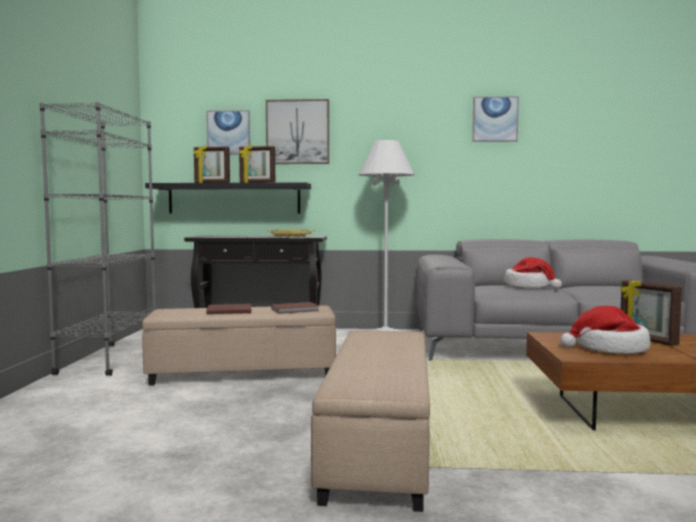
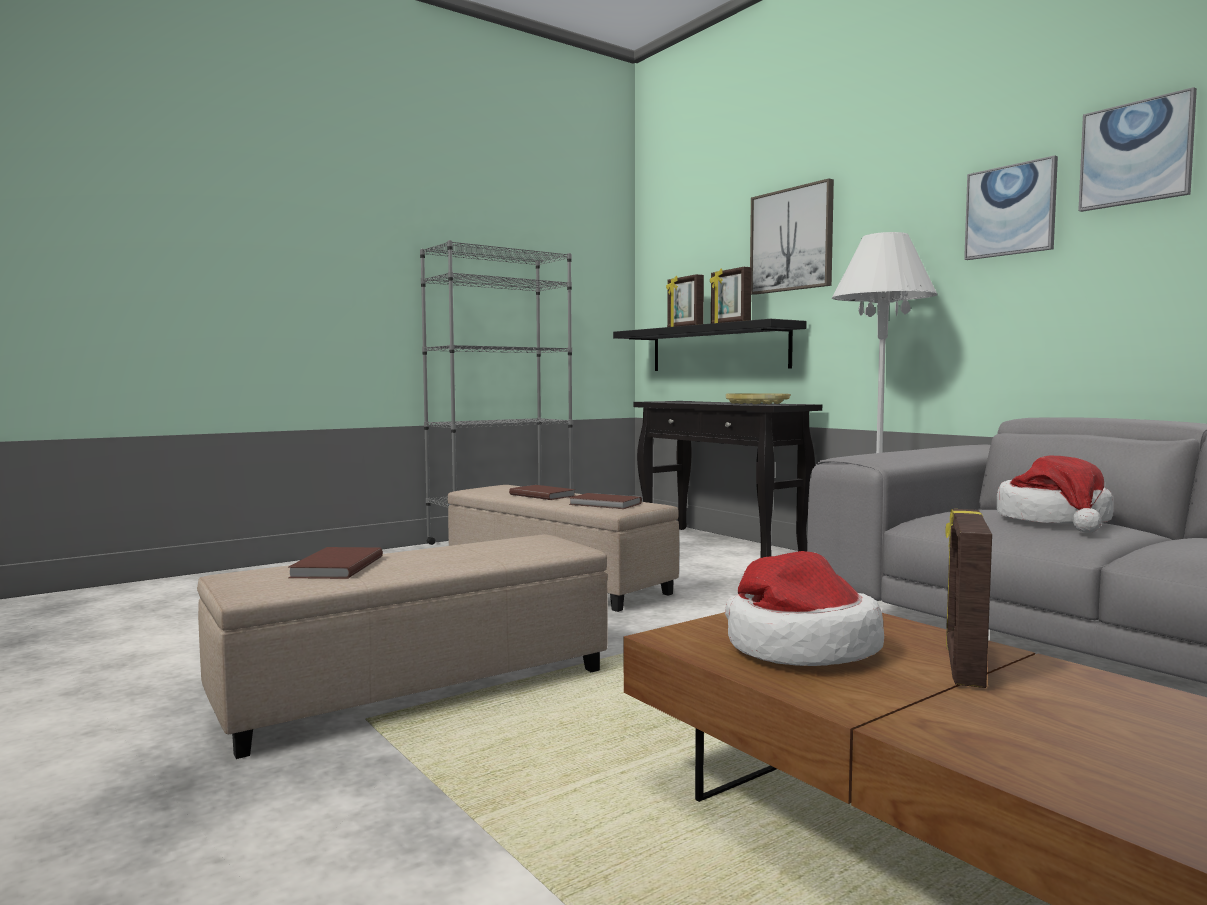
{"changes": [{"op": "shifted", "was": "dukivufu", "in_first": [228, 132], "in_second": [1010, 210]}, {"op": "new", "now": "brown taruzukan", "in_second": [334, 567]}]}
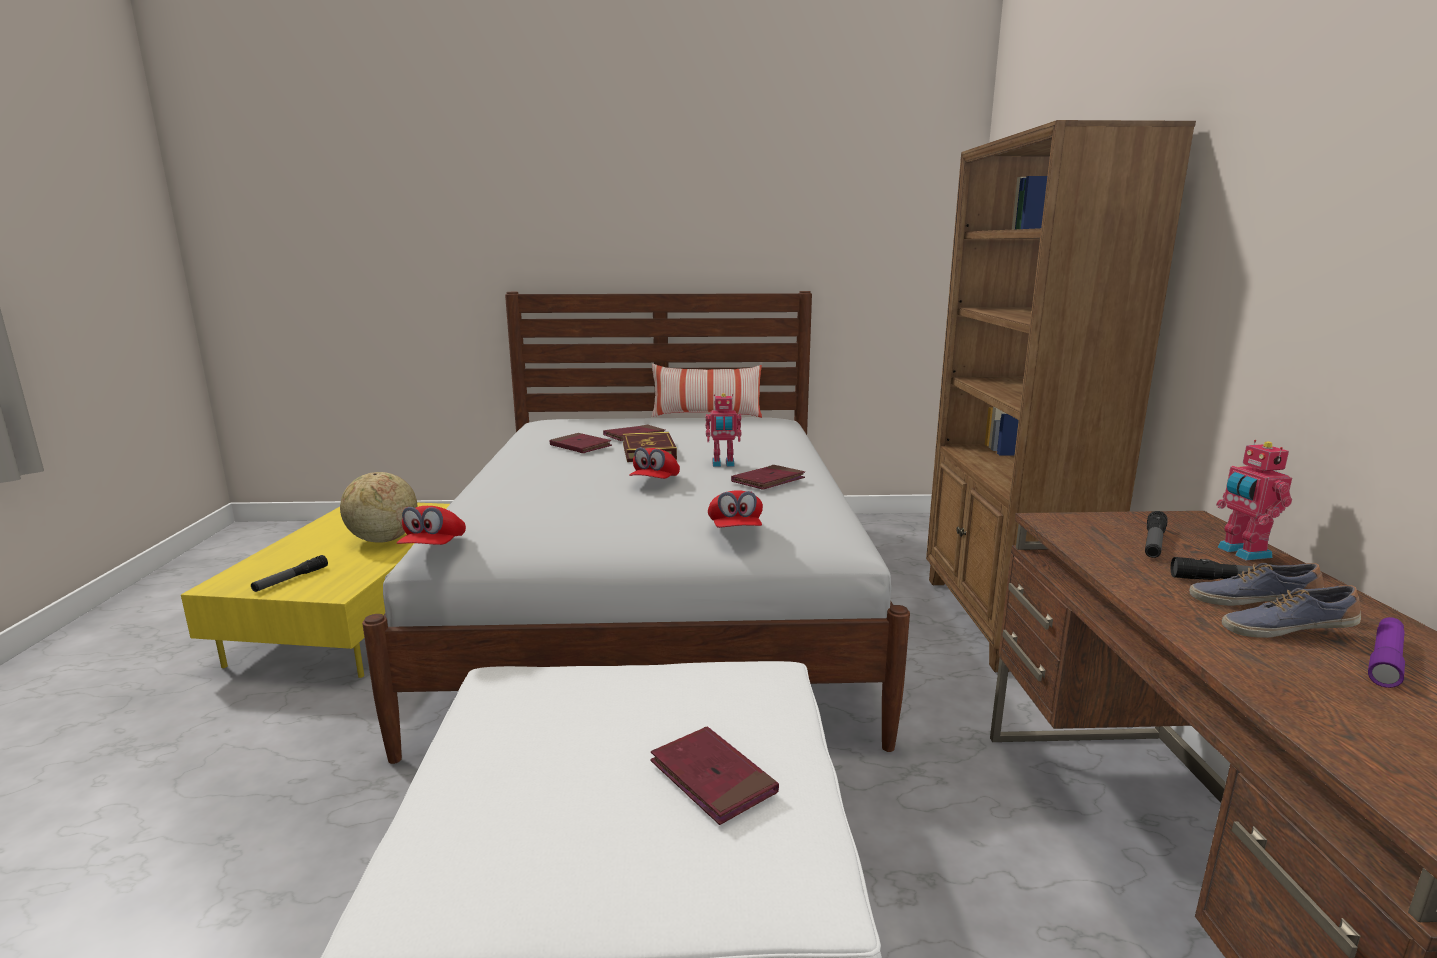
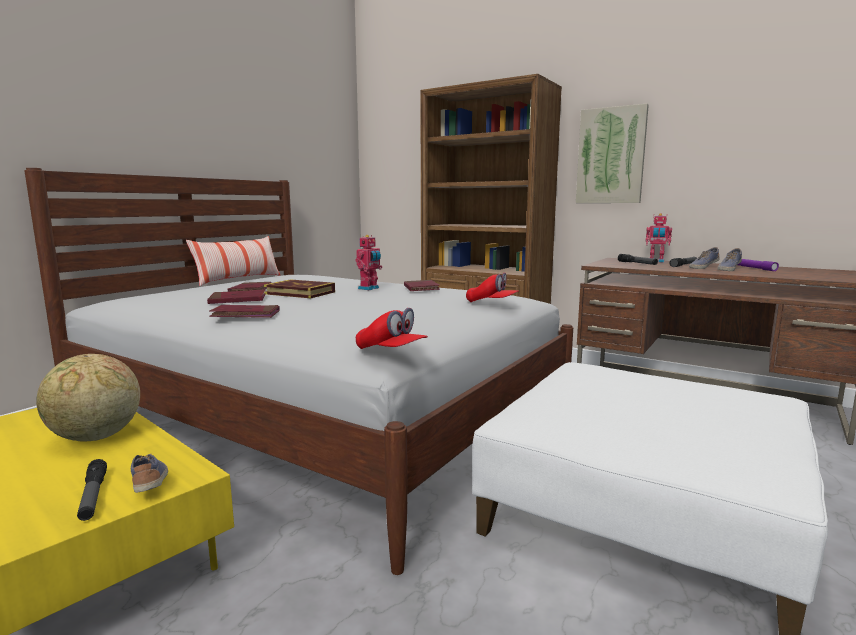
{"changes": [{"op": "gone", "was": "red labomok", "in_first": [655, 482]}, {"op": "shifted", "was": "red taruzukan", "in_first": [712, 778], "in_second": [246, 315]}, {"op": "new", "now": "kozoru", "in_second": [151, 483]}, {"op": "new", "now": "dukivufu", "in_second": [611, 156]}]}
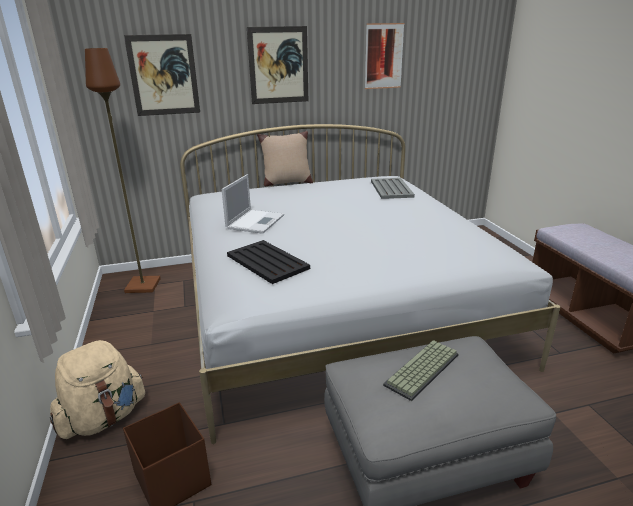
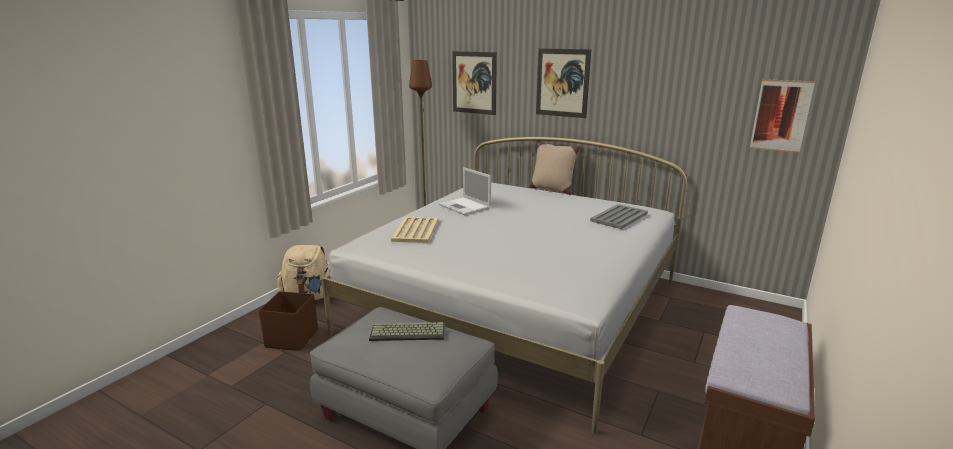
{"changes": [{"op": "rotated", "was": "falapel", "in_first": [256, 221], "in_second": [465, 206], "clockwise": 75}, {"op": "repainted", "was": "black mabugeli", "now": "beige mabugeli", "in_first": [267, 262], "in_second": [415, 230]}, {"op": "shifted", "was": "dukivufu", "in_first": [383, 56], "in_second": [780, 116]}]}
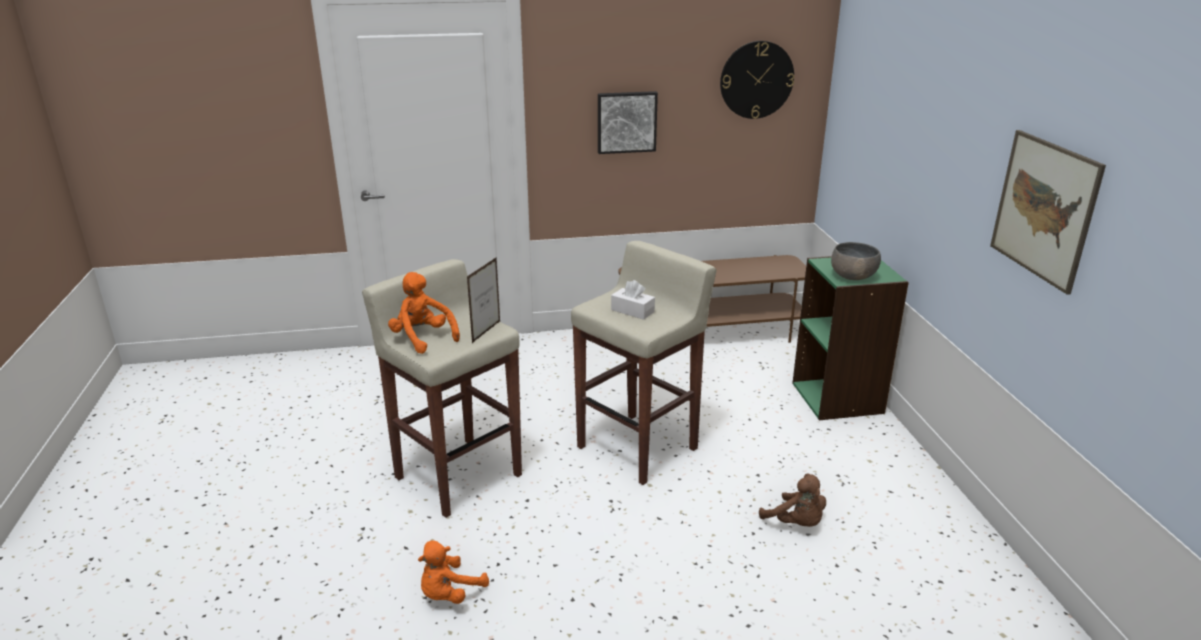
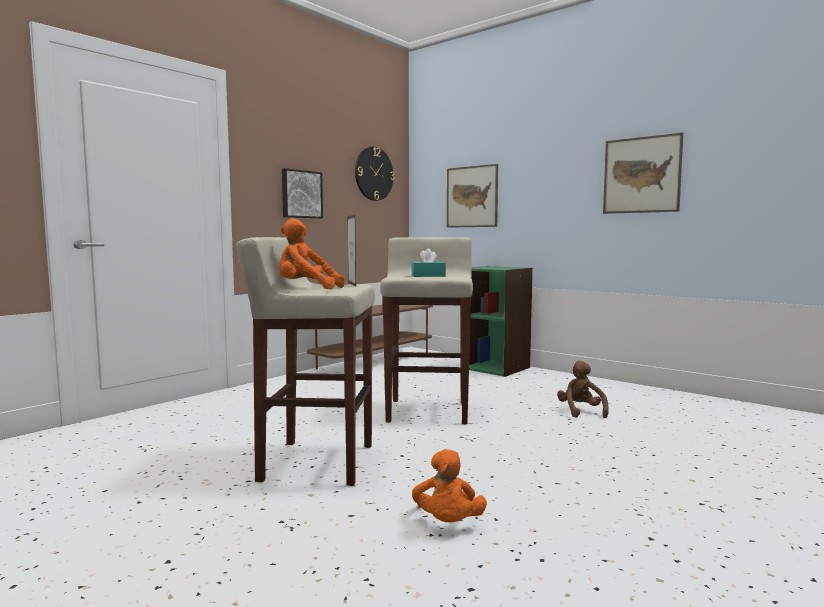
{"changes": [{"op": "repainted", "was": "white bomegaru", "now": "turquoise bomegaru", "in_first": [632, 311], "in_second": [428, 276]}, {"op": "rotated", "was": "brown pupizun", "in_first": [796, 523], "in_second": [581, 411], "clockwise": -105}, {"op": "gone", "was": "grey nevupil", "in_first": [852, 276]}, {"op": "new", "now": "dukivufu", "in_second": [472, 197]}]}
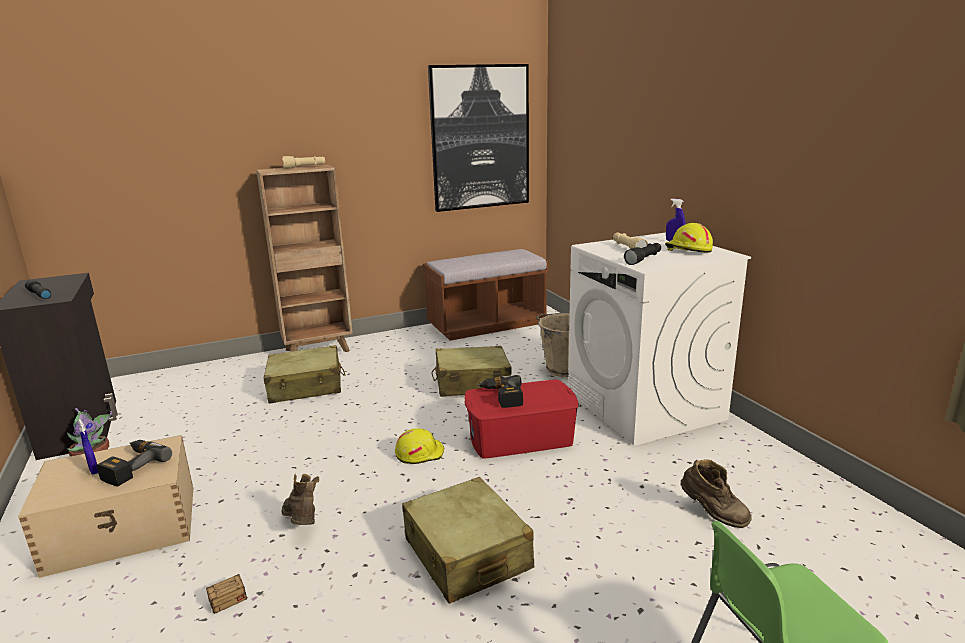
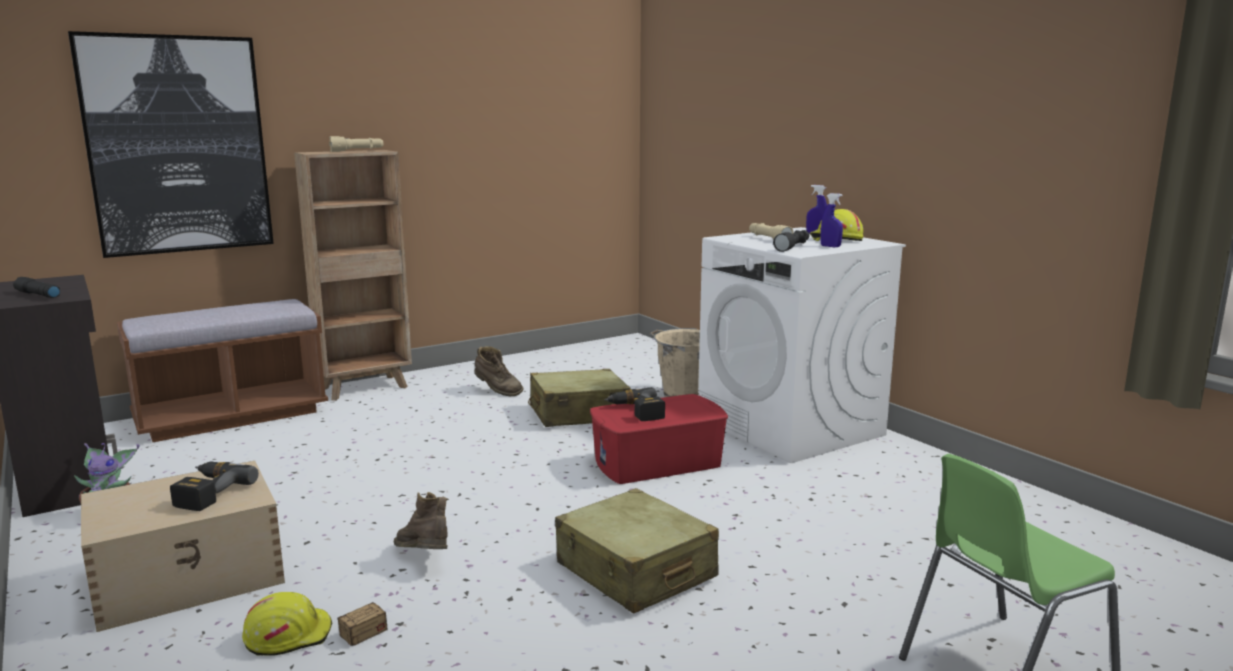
{"changes": [{"op": "shifted", "was": "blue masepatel", "in_first": [94, 470], "in_second": [830, 246]}, {"op": "gone", "was": "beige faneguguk", "in_first": [306, 386]}, {"op": "shifted", "was": "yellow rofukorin", "in_first": [419, 453], "in_second": [288, 635]}, {"op": "shifted", "was": "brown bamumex", "in_first": [487, 325], "in_second": [231, 416]}, {"op": "shifted", "was": "dukivufu", "in_first": [480, 138], "in_second": [178, 145]}, {"op": "shifted", "was": "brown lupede", "in_first": [712, 514], "in_second": [497, 391]}]}
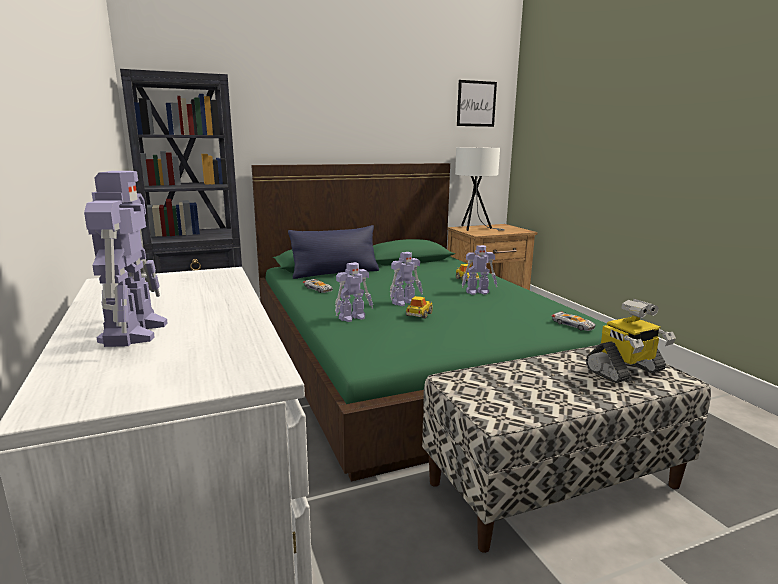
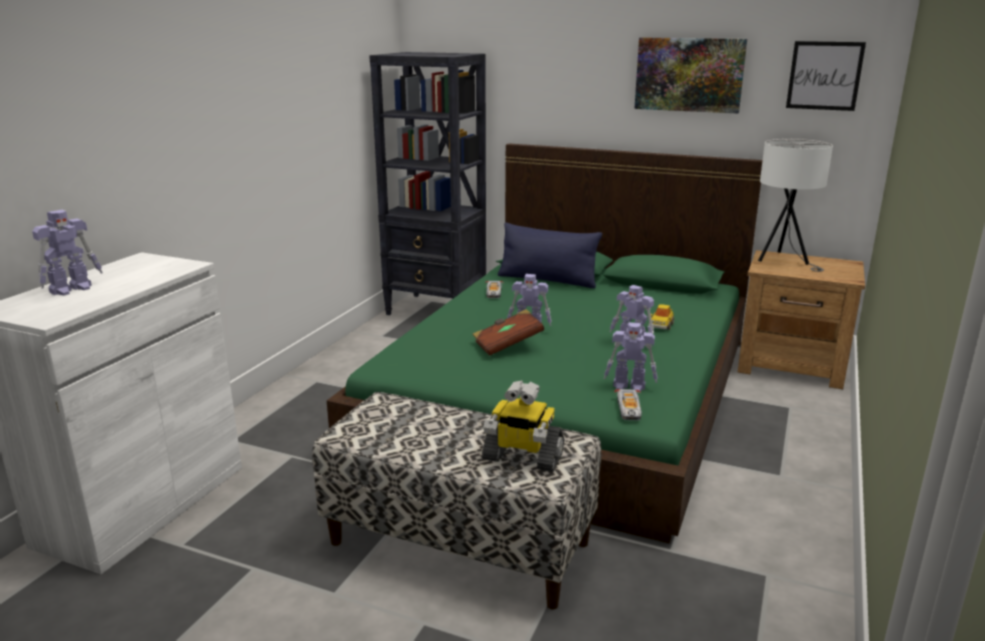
{"changes": [{"op": "shifted", "was": "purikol", "in_first": [353, 317], "in_second": [630, 386]}, {"op": "swapped", "was": "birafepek", "now": "brown taruzukan", "in_first": [419, 314], "in_second": [507, 344]}, {"op": "new", "now": "dukivufu", "in_second": [689, 74]}]}
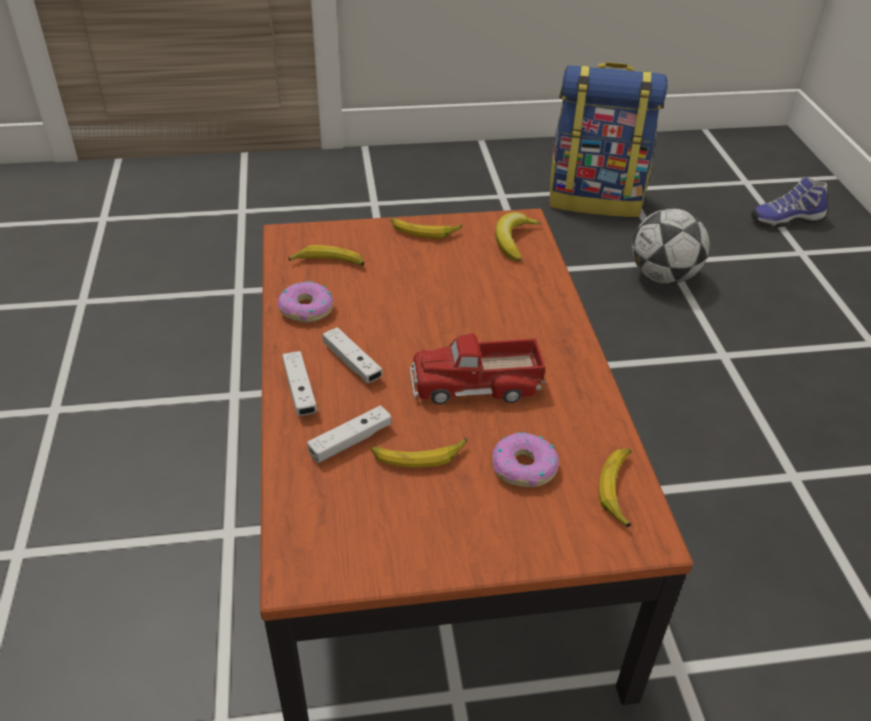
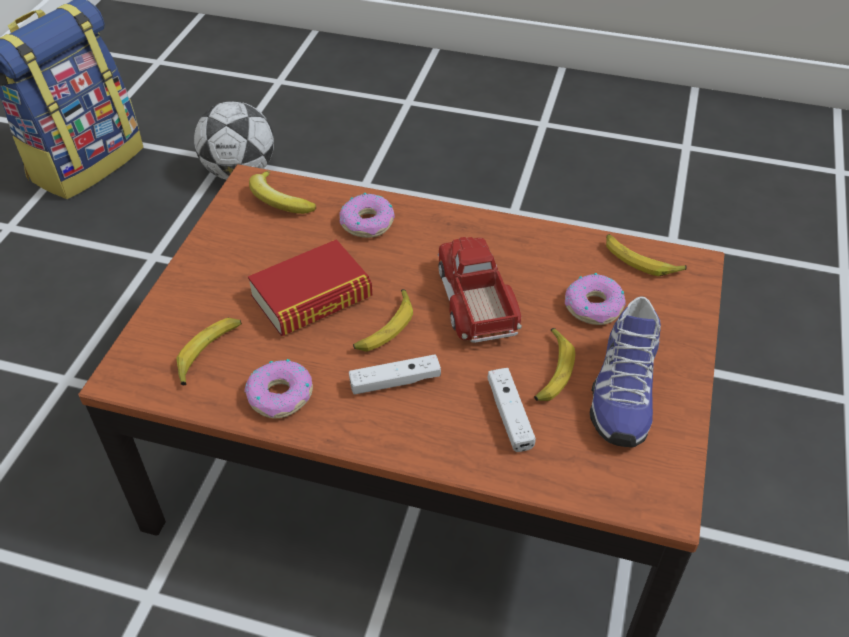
{"changes": [{"op": "gone", "was": "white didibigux", "in_first": [300, 391]}, {"op": "shifted", "was": "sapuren", "in_first": [424, 231], "in_second": [385, 327]}, {"op": "rotated", "was": "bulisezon", "in_first": [476, 384], "in_second": [475, 300], "clockwise": 150}, {"op": "shifted", "was": "kozoru", "in_first": [785, 219], "in_second": [621, 391]}, {"op": "new", "now": "taruzukan", "in_second": [312, 297]}, {"op": "new", "now": "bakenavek", "in_second": [368, 223]}]}
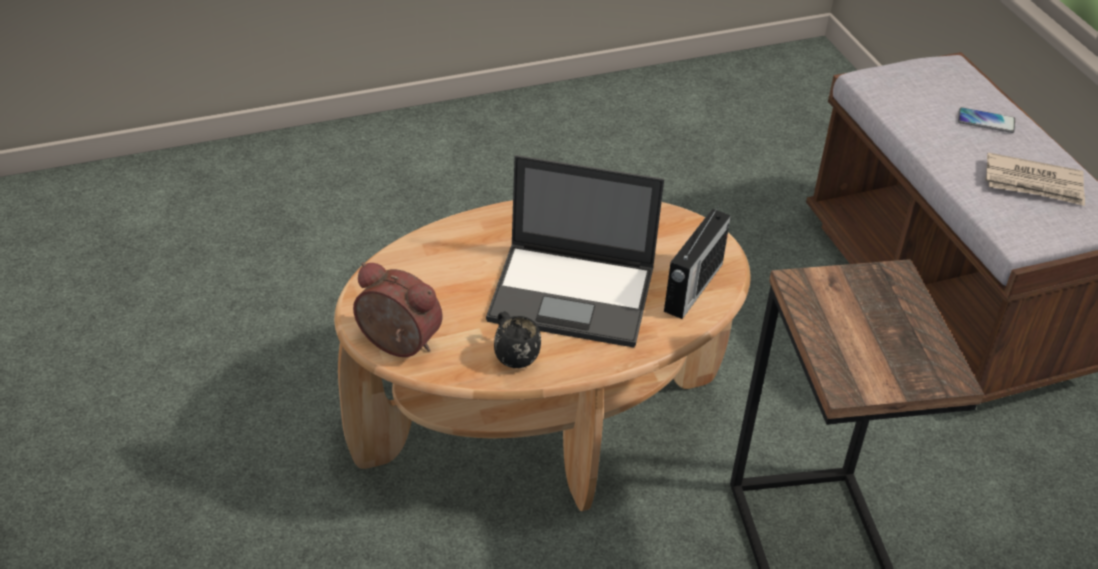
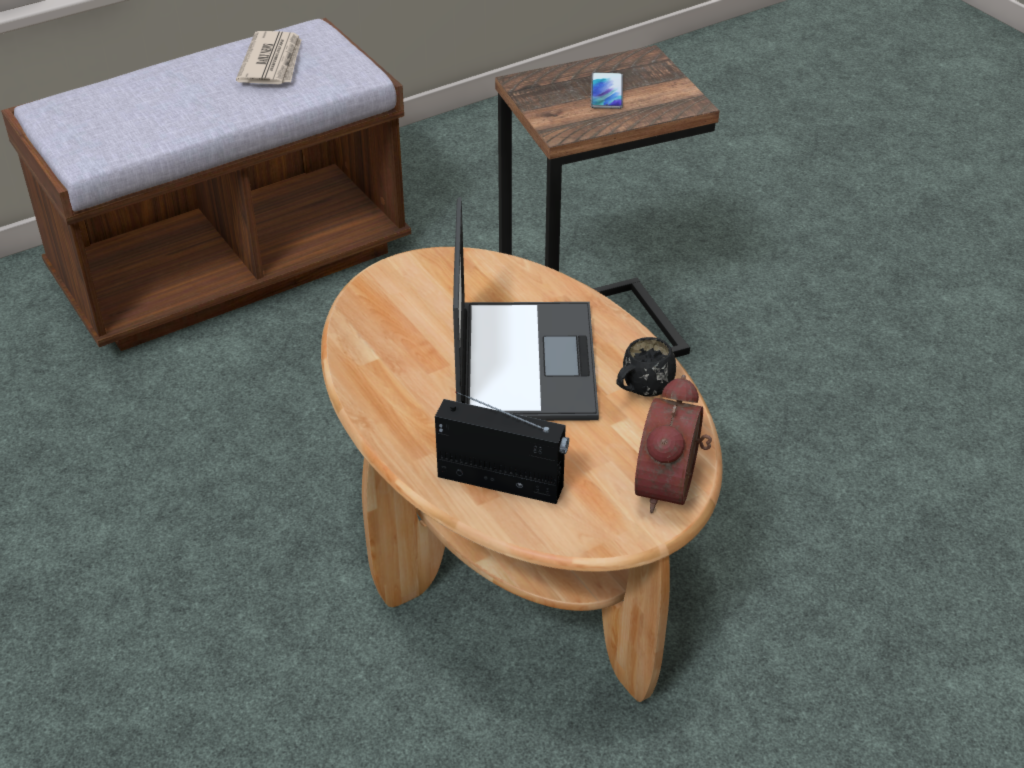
{"changes": [{"op": "shifted", "was": "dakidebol", "in_first": [692, 288], "in_second": [502, 482]}, {"op": "shifted", "was": "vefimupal", "in_first": [986, 121], "in_second": [606, 92]}]}
